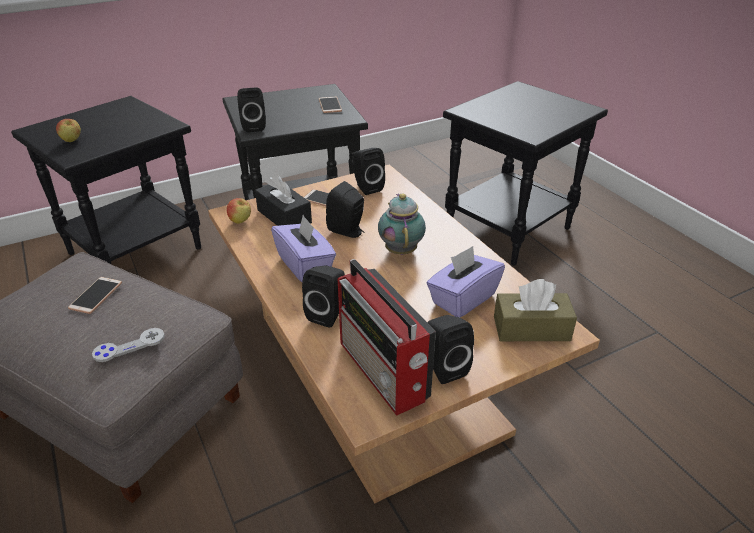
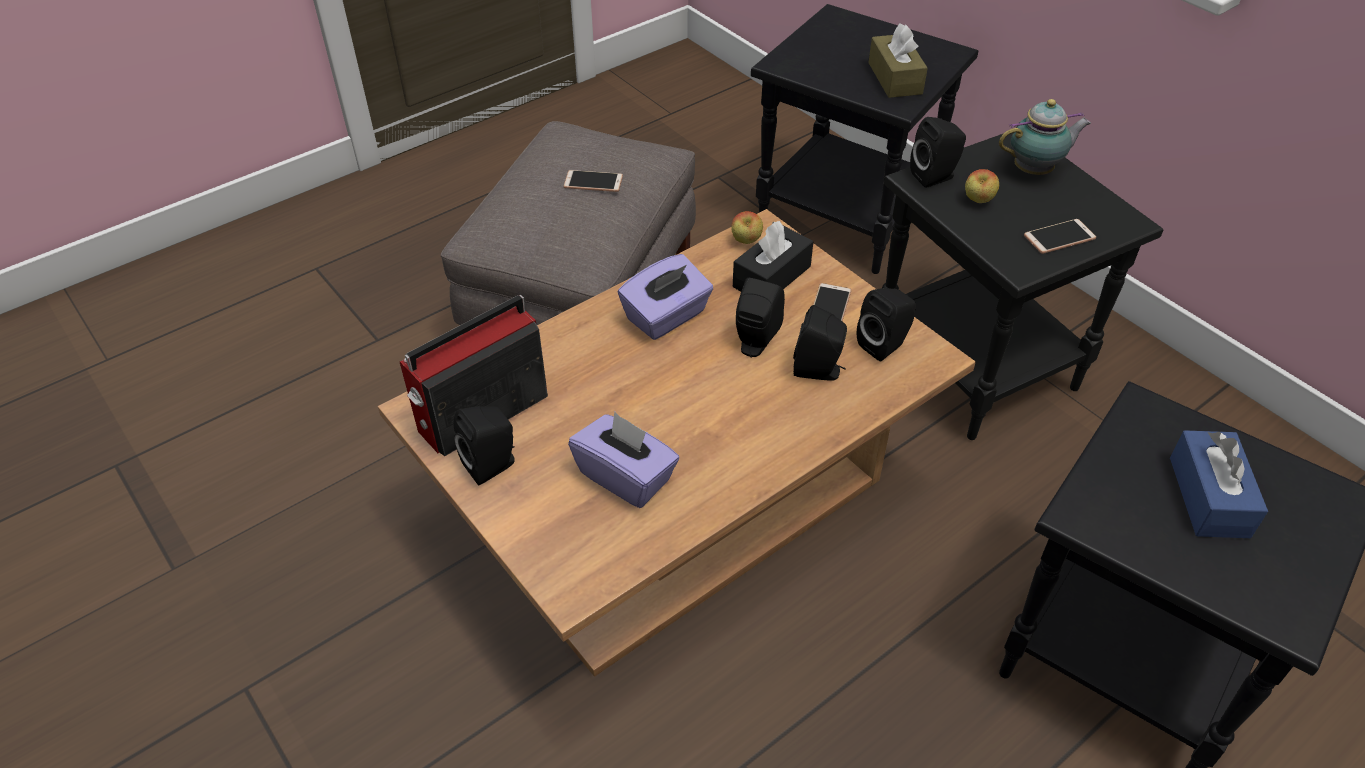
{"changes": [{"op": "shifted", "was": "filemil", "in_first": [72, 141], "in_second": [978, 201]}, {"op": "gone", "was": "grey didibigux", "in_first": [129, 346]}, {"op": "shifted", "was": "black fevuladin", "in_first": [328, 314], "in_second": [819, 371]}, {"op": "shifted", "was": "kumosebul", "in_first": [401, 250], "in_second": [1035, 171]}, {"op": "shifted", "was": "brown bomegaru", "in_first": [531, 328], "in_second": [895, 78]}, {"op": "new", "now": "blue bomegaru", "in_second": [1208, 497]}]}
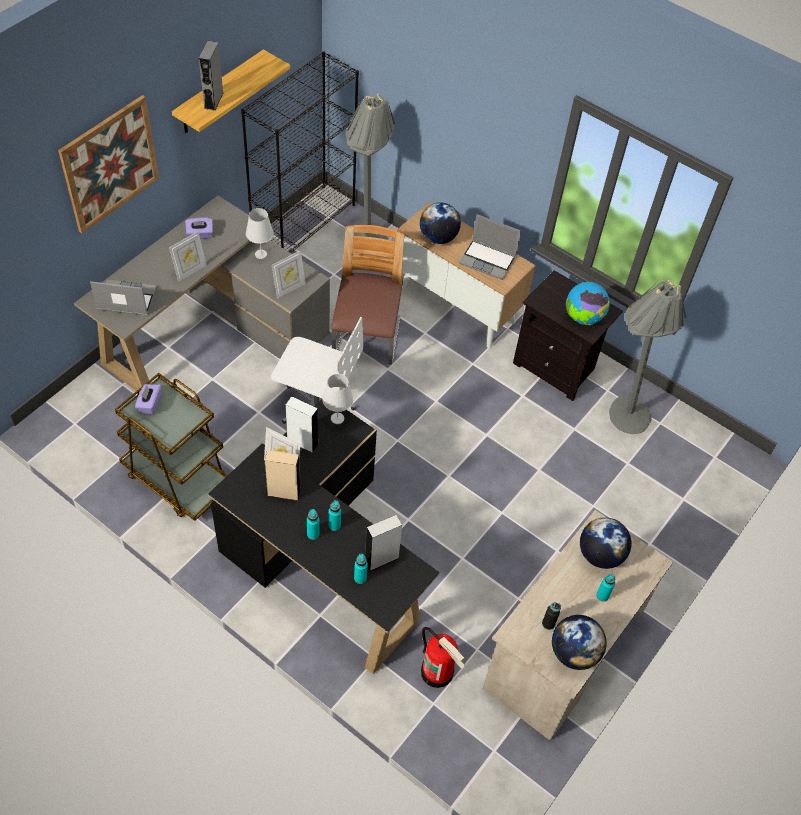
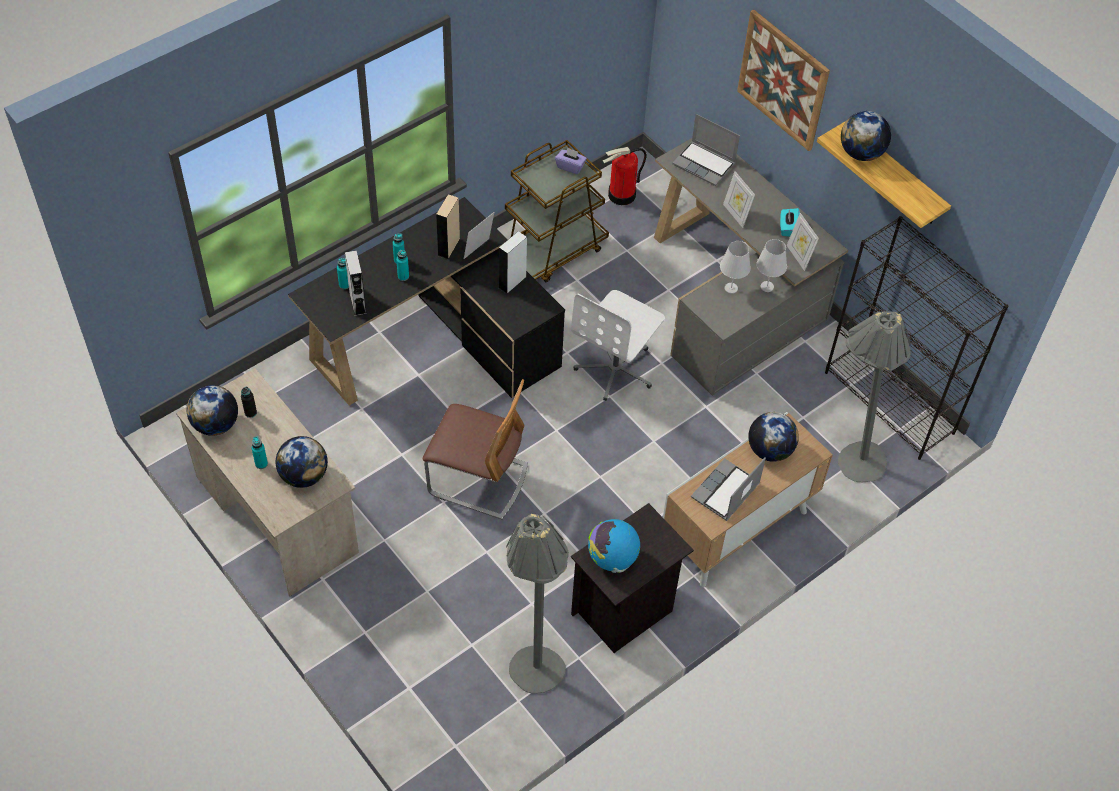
{"changes": [{"op": "rotated", "was": "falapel", "in_first": [126, 299], "in_second": [705, 164], "clockwise": 105}, {"op": "repainted", "was": "purple bomegaru", "now": "turquoise bomegaru", "in_first": [200, 234], "in_second": [788, 228]}, {"op": "swapped", "was": "grey fevuladin", "now": "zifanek", "in_first": [213, 100], "in_second": [861, 153]}, {"op": "shifted", "was": "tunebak", "in_first": [289, 288], "in_second": [798, 257]}, {"op": "shifted", "was": "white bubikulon", "in_first": [337, 418], "in_second": [731, 288]}, {"op": "shifted", "was": "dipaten", "in_first": [366, 338], "in_second": [478, 479]}, {"op": "shifted", "was": "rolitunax", "in_first": [437, 672], "in_second": [622, 195]}]}
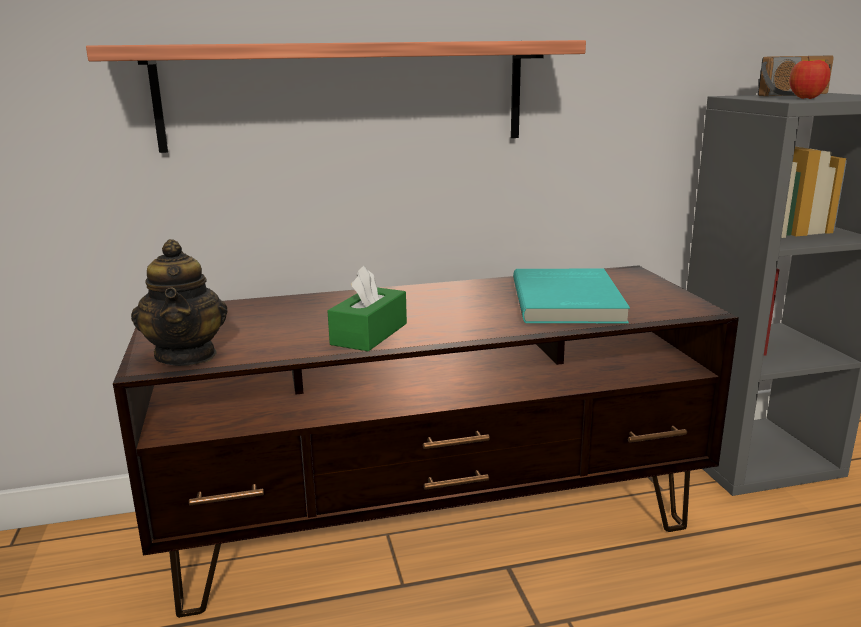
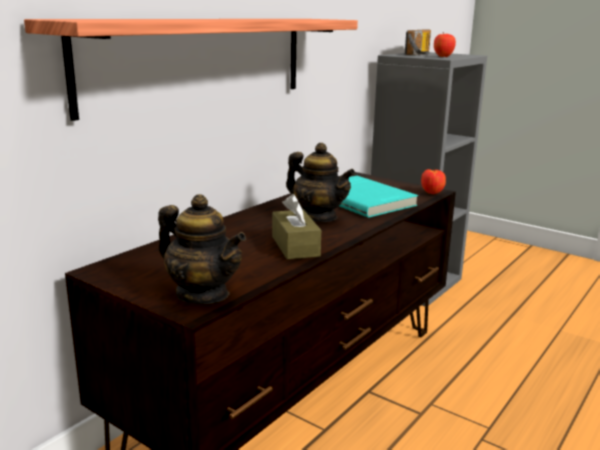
{"changes": [{"op": "repainted", "was": "green bomegaru", "now": "brown bomegaru", "in_first": [369, 334], "in_second": [295, 246]}, {"op": "new", "now": "kumosebul", "in_second": [318, 217]}, {"op": "new", "now": "filemil", "in_second": [432, 193]}]}
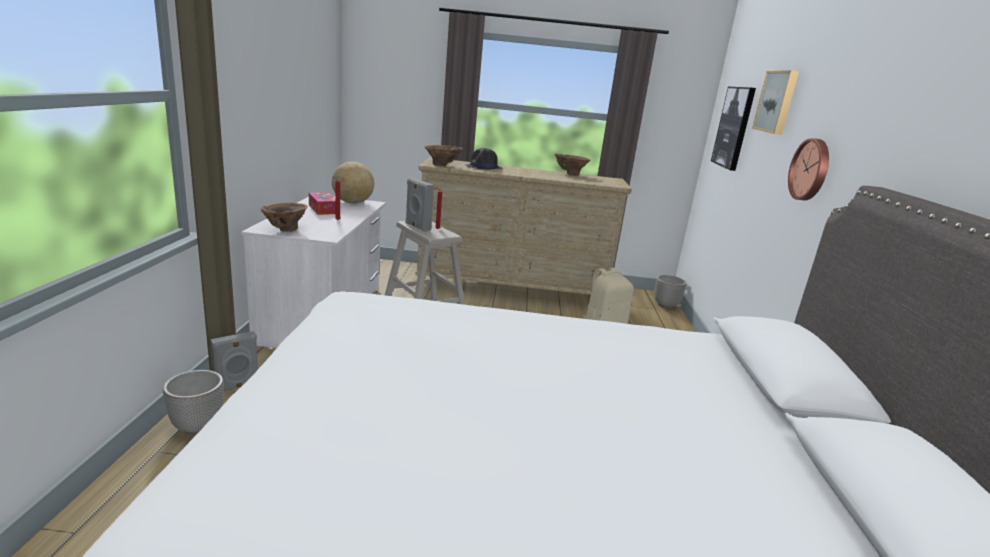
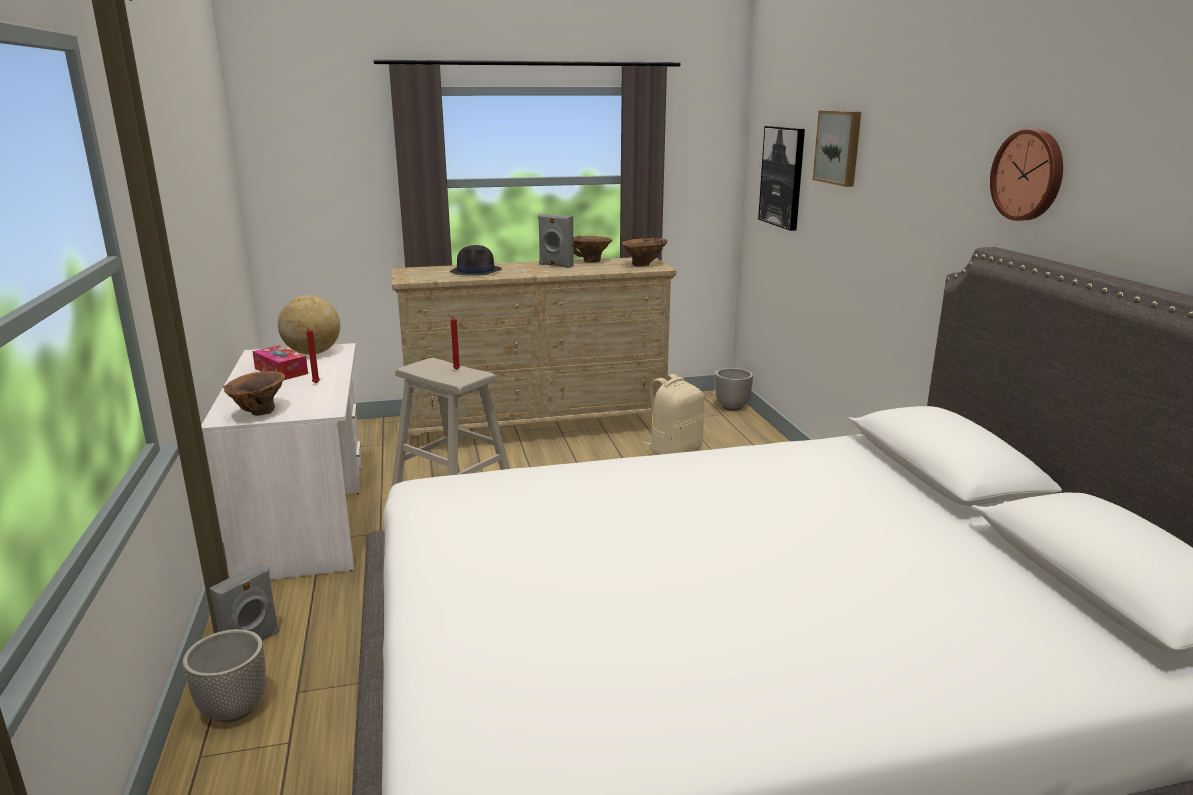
{"changes": [{"op": "shifted", "was": "grey fevuladin", "in_first": [417, 227], "in_second": [555, 265]}, {"op": "shifted", "was": "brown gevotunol", "in_first": [442, 165], "in_second": [645, 265]}, {"op": "shifted", "was": "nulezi", "in_first": [811, 170], "in_second": [1029, 175]}]}
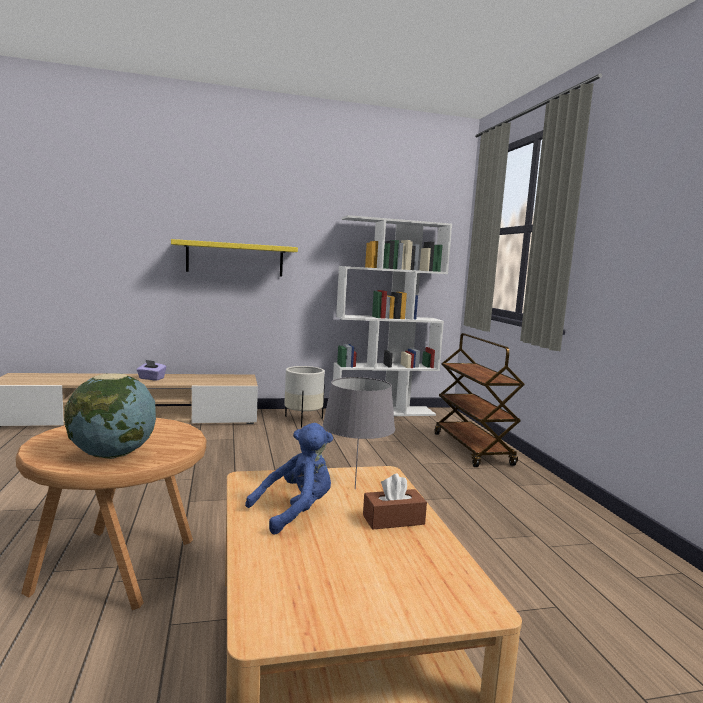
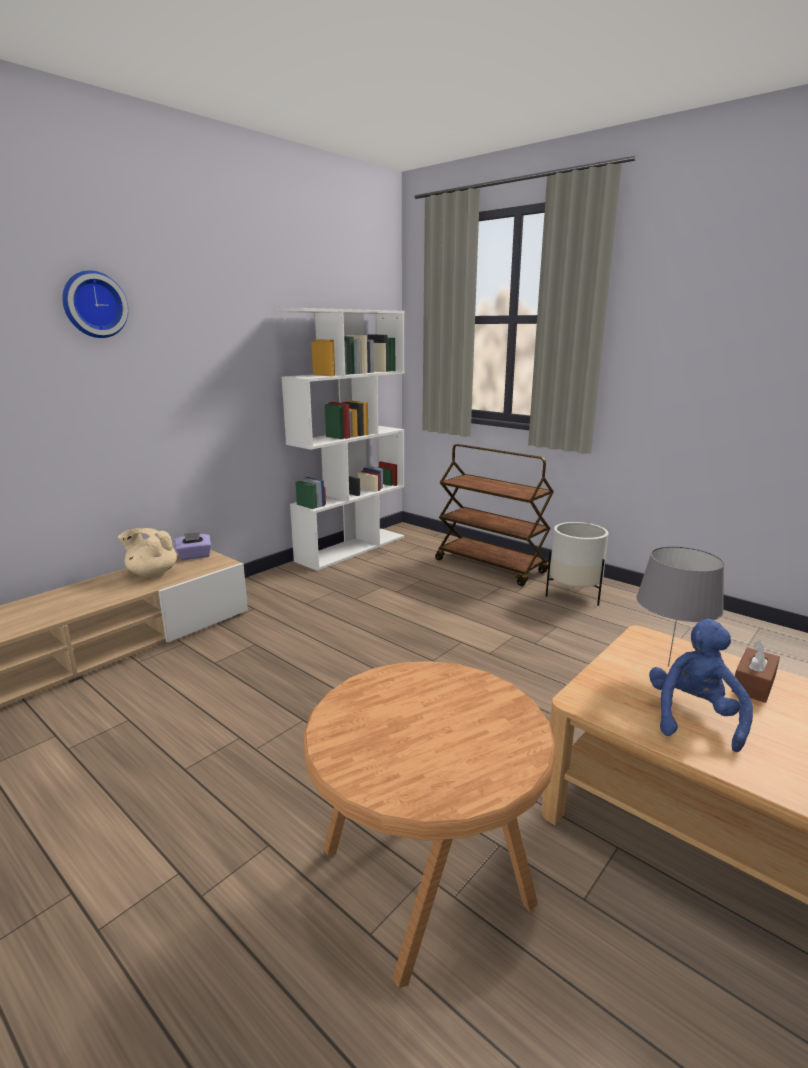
{"changes": [{"op": "gone", "was": "zifanek", "in_first": [112, 455]}, {"op": "shifted", "was": "purple bomegaru", "in_first": [151, 378], "in_second": [194, 556]}, {"op": "gone", "was": "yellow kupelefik", "in_first": [235, 259]}, {"op": "shifted", "was": "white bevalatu", "in_first": [303, 420], "in_second": [573, 595]}, {"op": "new", "now": "nulezi", "in_second": [94, 305]}, {"op": "new", "now": "beige kumosebul", "in_second": [152, 573]}]}
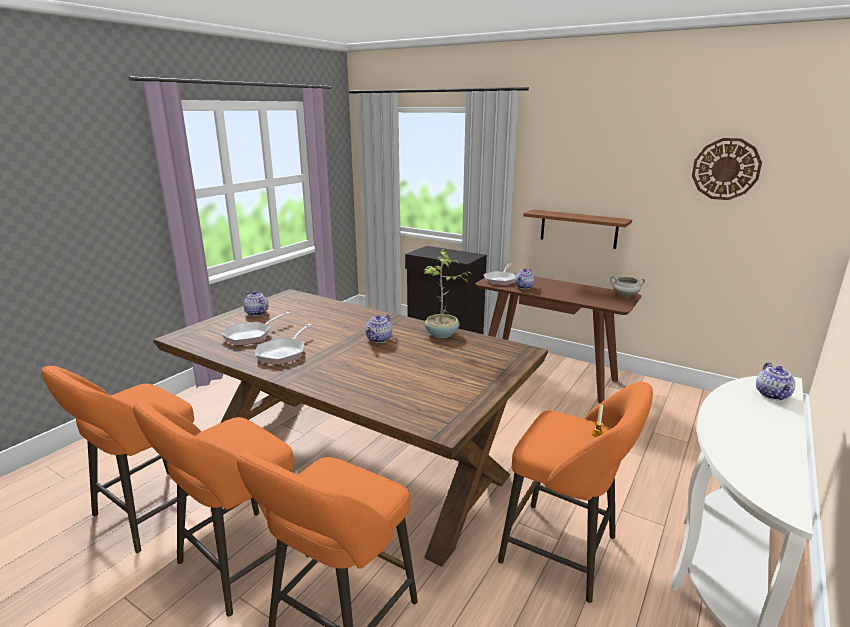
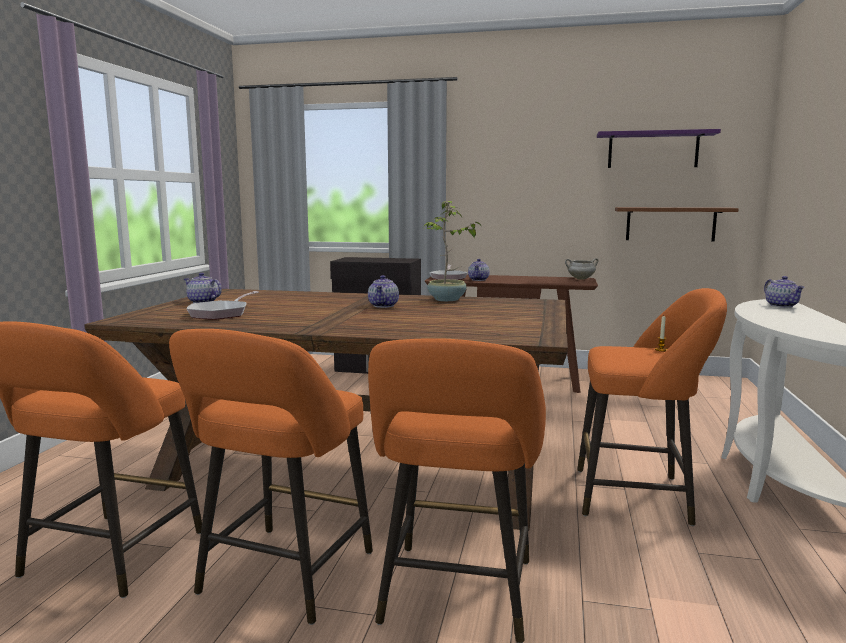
{"changes": [{"op": "gone", "was": "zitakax", "in_first": [283, 353]}, {"op": "shifted", "was": "brown kupelefik", "in_first": [578, 229], "in_second": [670, 224]}, {"op": "swapped", "was": "nulezi", "now": "purple kupelefik", "in_first": [725, 169], "in_second": [653, 150]}]}
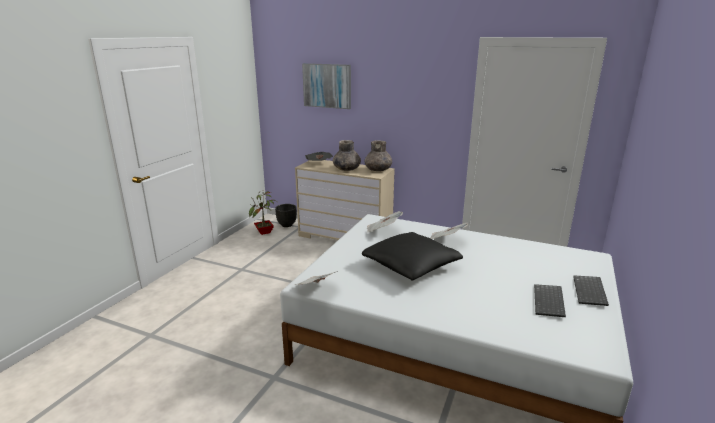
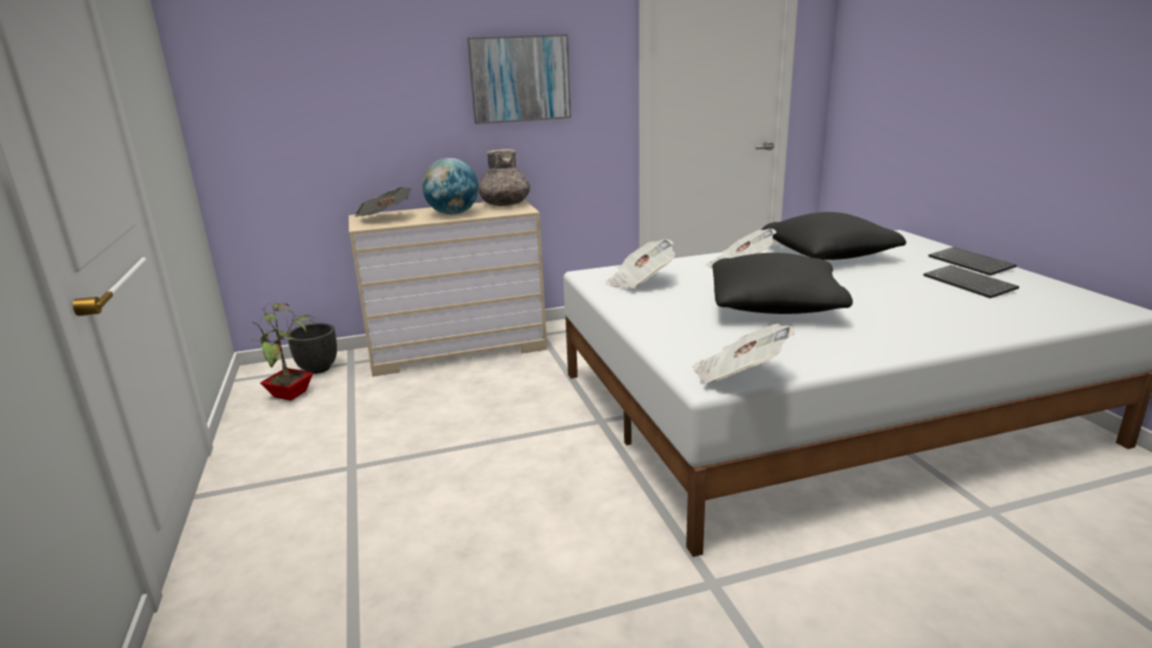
{"changes": [{"op": "shifted", "was": "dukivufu", "in_first": [327, 85], "in_second": [520, 79]}, {"op": "swapped", "was": "grey gevotunol", "now": "zifanek", "in_first": [346, 169], "in_second": [453, 214]}, {"op": "new", "now": "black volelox", "in_second": [829, 254]}]}
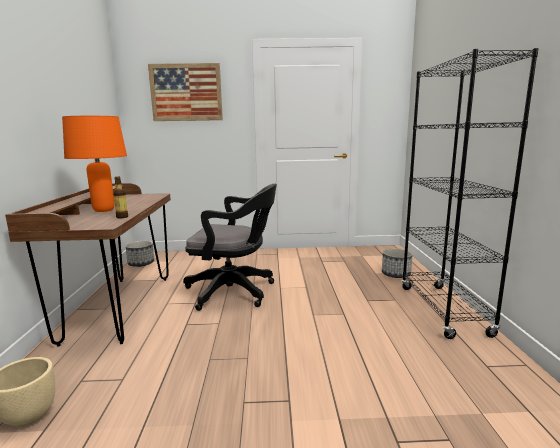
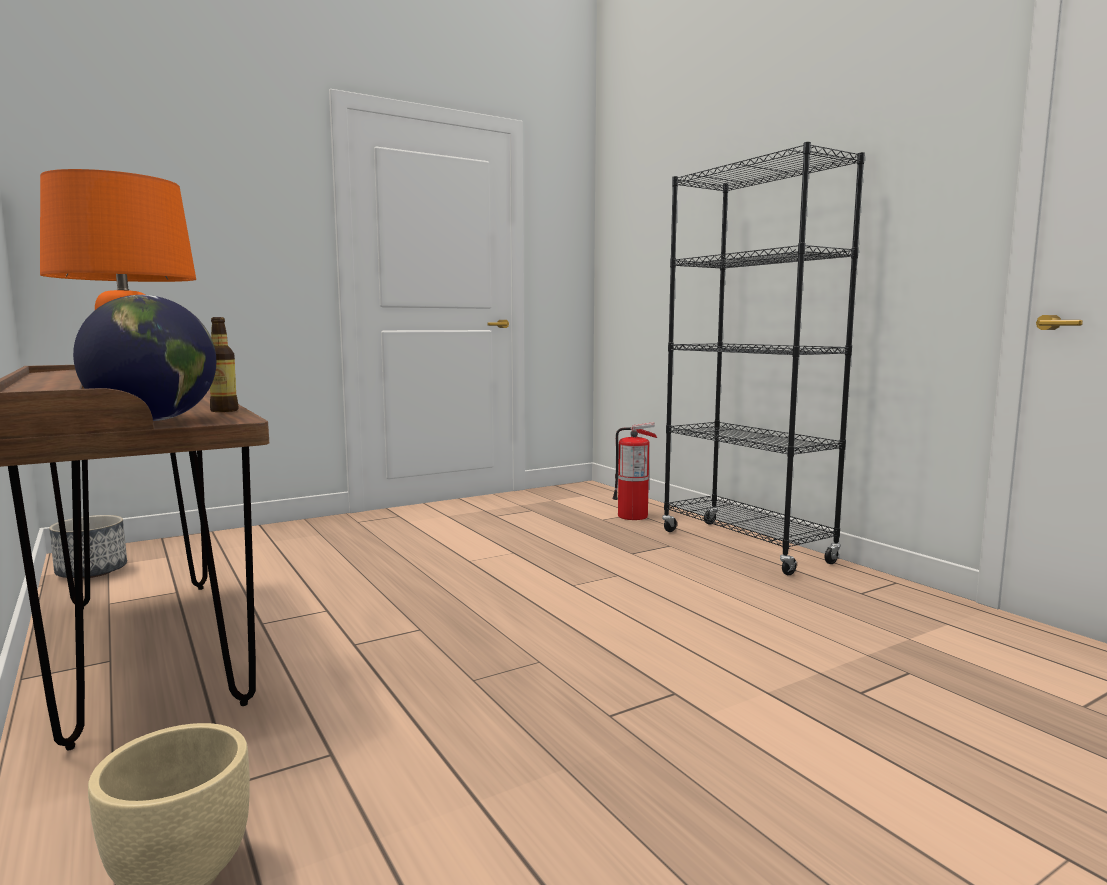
{"changes": [{"op": "gone", "was": "dukivufu", "in_first": [186, 92]}, {"op": "gone", "was": "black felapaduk", "in_first": [235, 292]}, {"op": "swapped", "was": "bevalatu", "now": "rolitunax", "in_first": [396, 274], "in_second": [633, 516]}, {"op": "new", "now": "zifanek", "in_second": [153, 420]}]}
